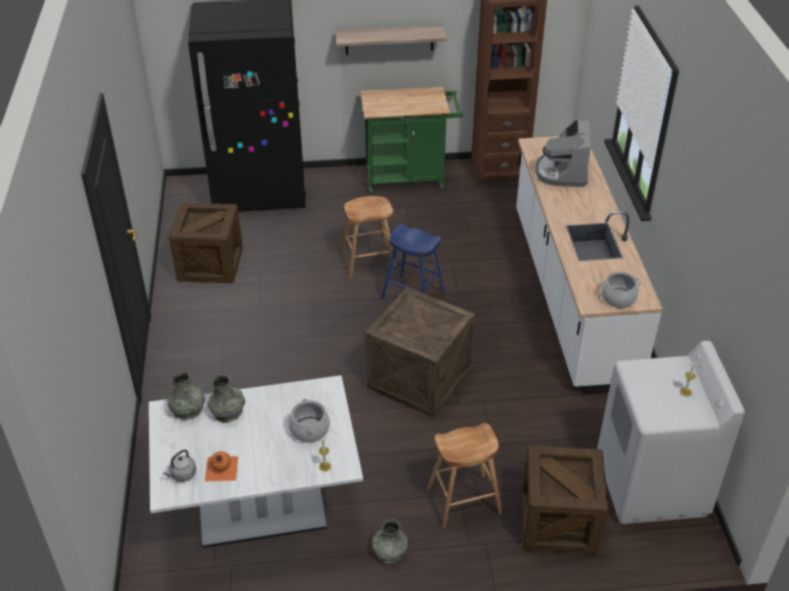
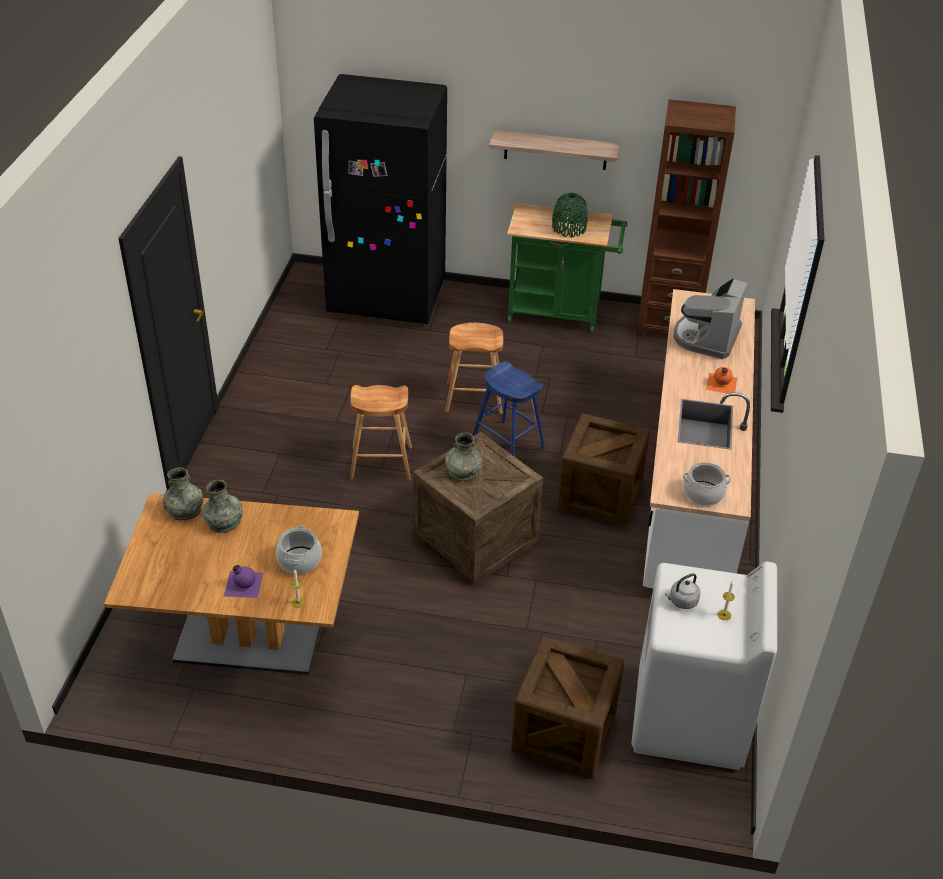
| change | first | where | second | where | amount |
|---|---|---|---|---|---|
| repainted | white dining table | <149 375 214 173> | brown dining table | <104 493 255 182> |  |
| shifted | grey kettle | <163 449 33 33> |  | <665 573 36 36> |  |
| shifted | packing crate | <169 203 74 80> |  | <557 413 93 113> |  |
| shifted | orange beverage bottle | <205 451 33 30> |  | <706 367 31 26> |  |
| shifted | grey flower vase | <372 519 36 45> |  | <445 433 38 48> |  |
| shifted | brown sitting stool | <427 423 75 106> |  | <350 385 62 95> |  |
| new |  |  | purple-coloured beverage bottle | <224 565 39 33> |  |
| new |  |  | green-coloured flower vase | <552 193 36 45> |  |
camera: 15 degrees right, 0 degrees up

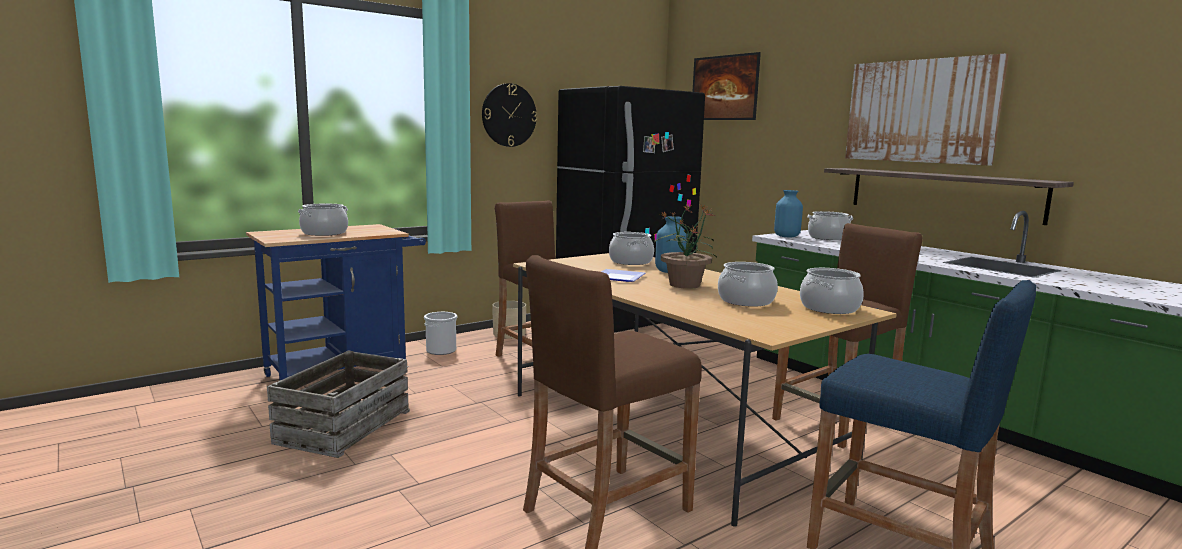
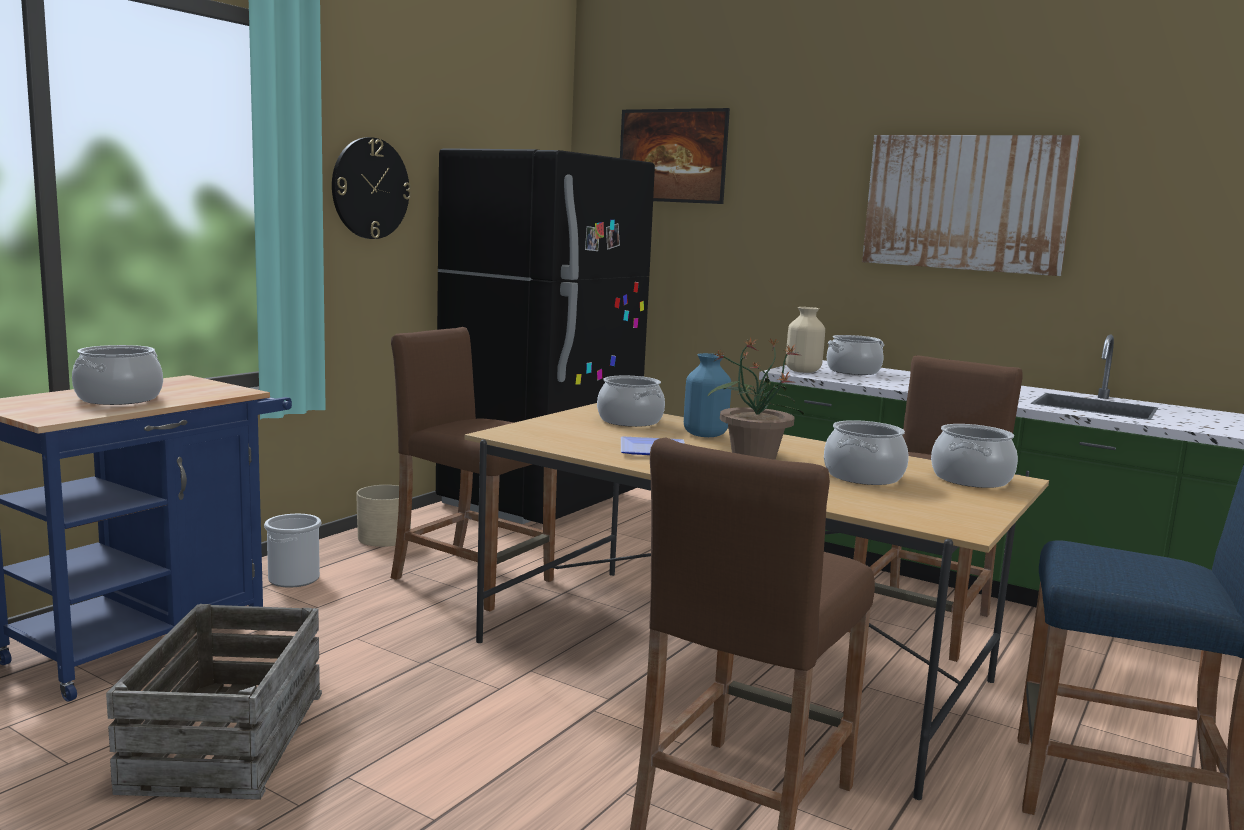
| change | first | where | second | where | amount |
|---|---|---|---|---|---|
| repainted | bluish flower vase | <774 190 29 47> | beige flower vase | <786 307 39 66> |  |
| gone | wall shelf | <824 168 250 57> |  |  |  |
camera: 20 degrees left, 0 degrees up

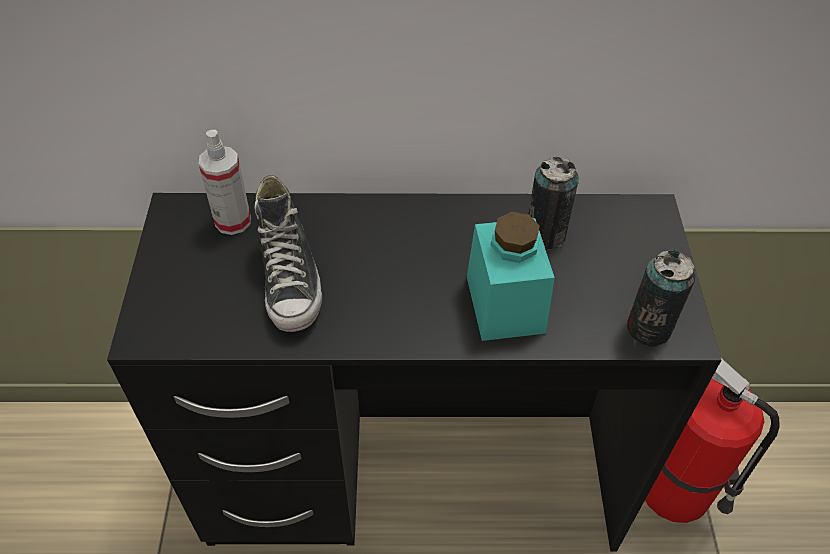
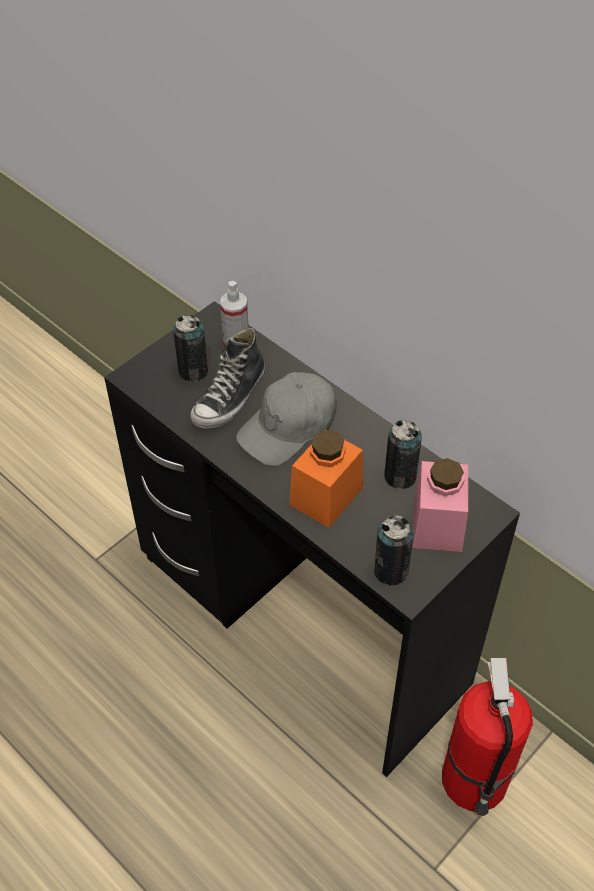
| change | first | where | second | where | amount |
|---|---|---|---|---|---|
| repainted | turquoise-coloured jar | <467 212 88 129> | orange jar | <289 429 74 99> |  |
| new |  |  | sealed can | <173 315 35 67> |  |
| new |  |  | grey baseball cap | <236 372 101 94> |  |
| new |  |  | pinkish jar | <413 458 55 94> |  |
camera: 45 degrees right, 0 degrees up

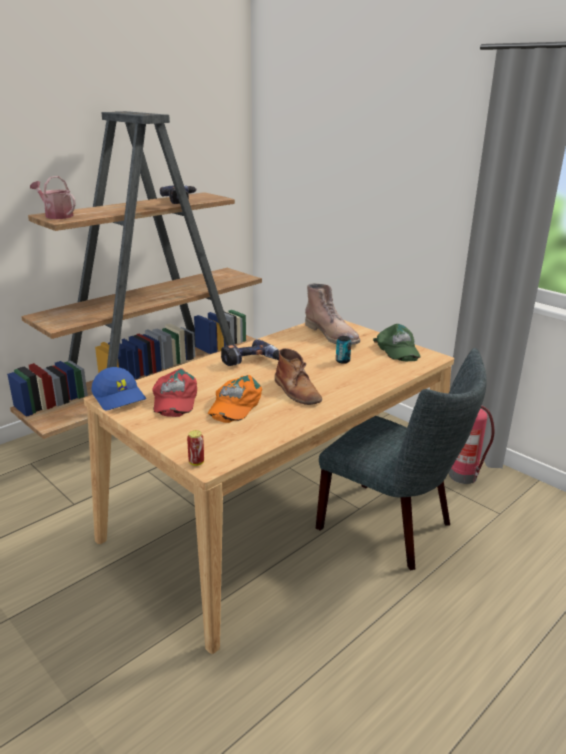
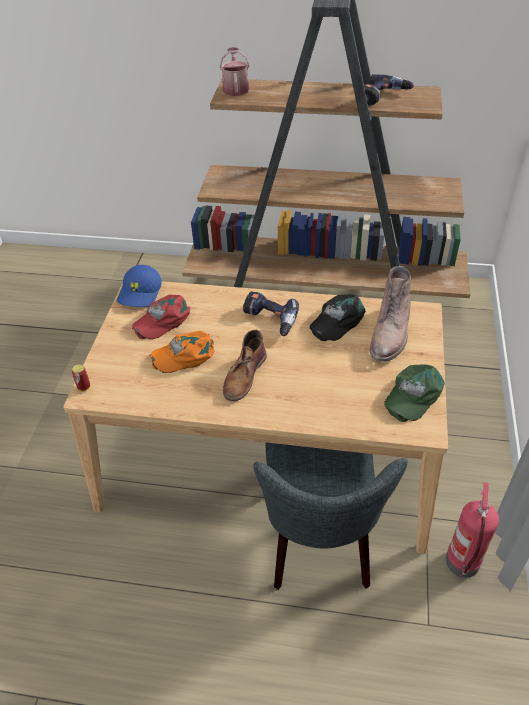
| change | first | where | second | where | amount |
|---|---|---|---|---|---|
| gone | sealed can | <336 336 15 28> |  |  |  |
| new |  |  | black baseball cap | <310 294 56 47> |  |
camera: 55 degrees right, 20 degrees up

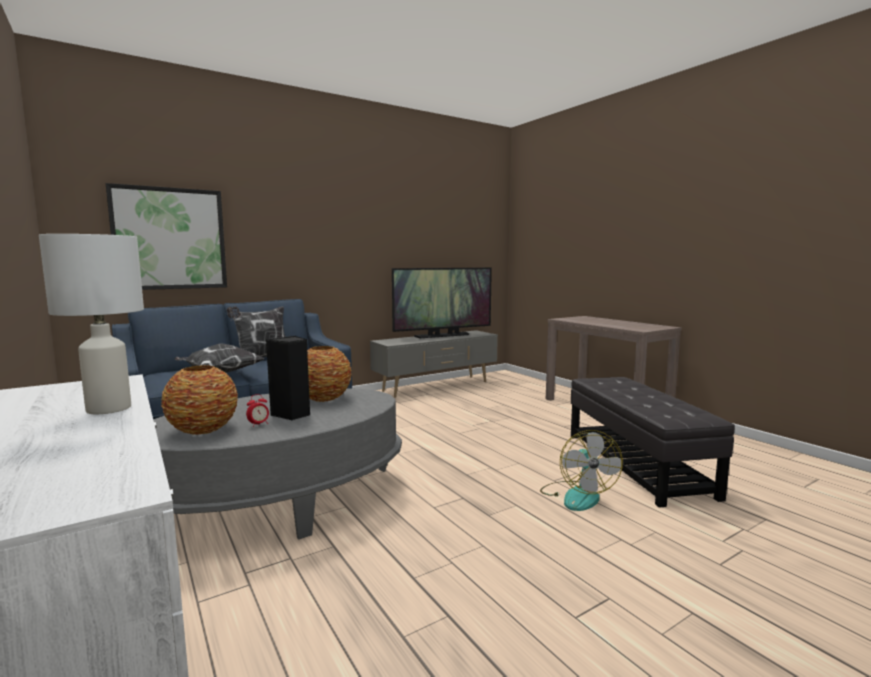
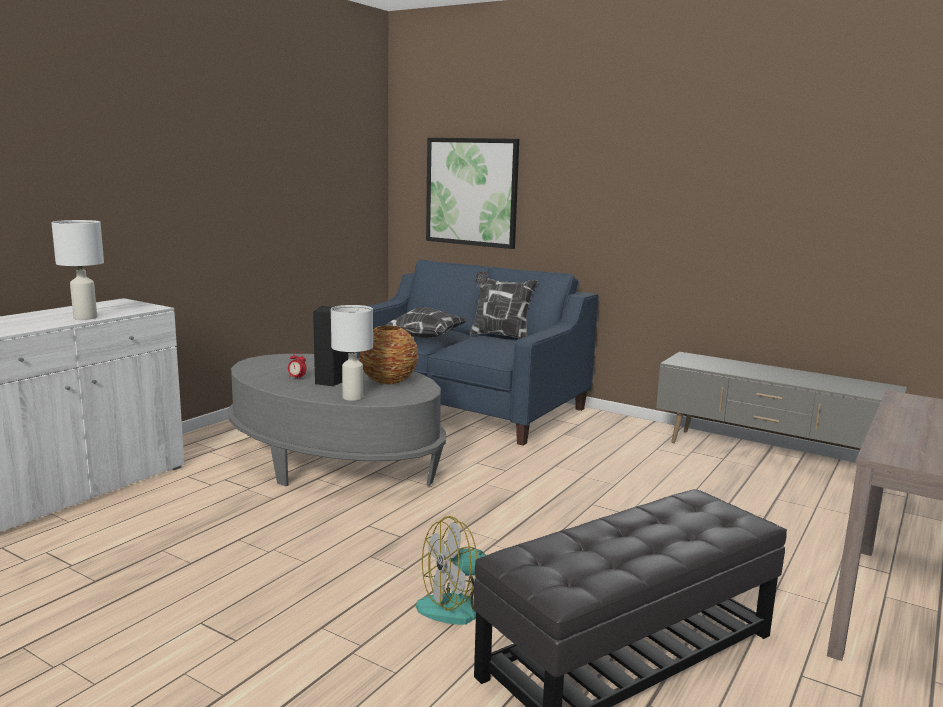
| change | first | where | second | where | amount |
|---|---|---|---|---|---|
| gone | flower vase | <161 365 77 70> |  |  |  |
| gone | television | <392 268 100 70> |  |  |  |
| new |  |  | white table lamp | <331 305 42 96> |  |
camera: 65 degrees right, 5 degrees up

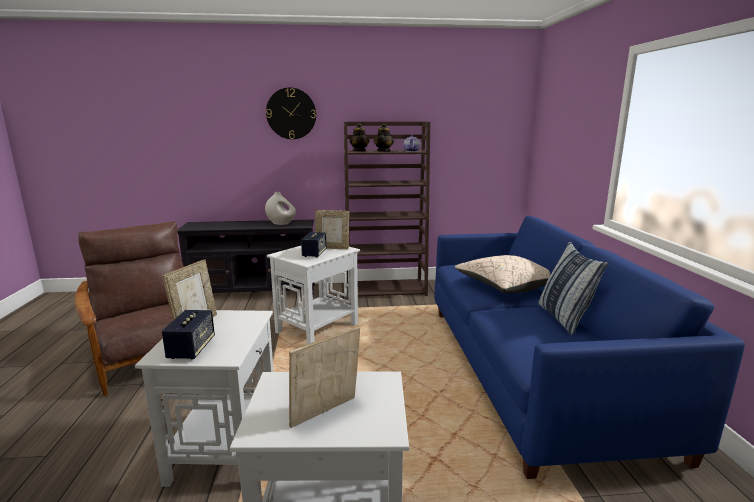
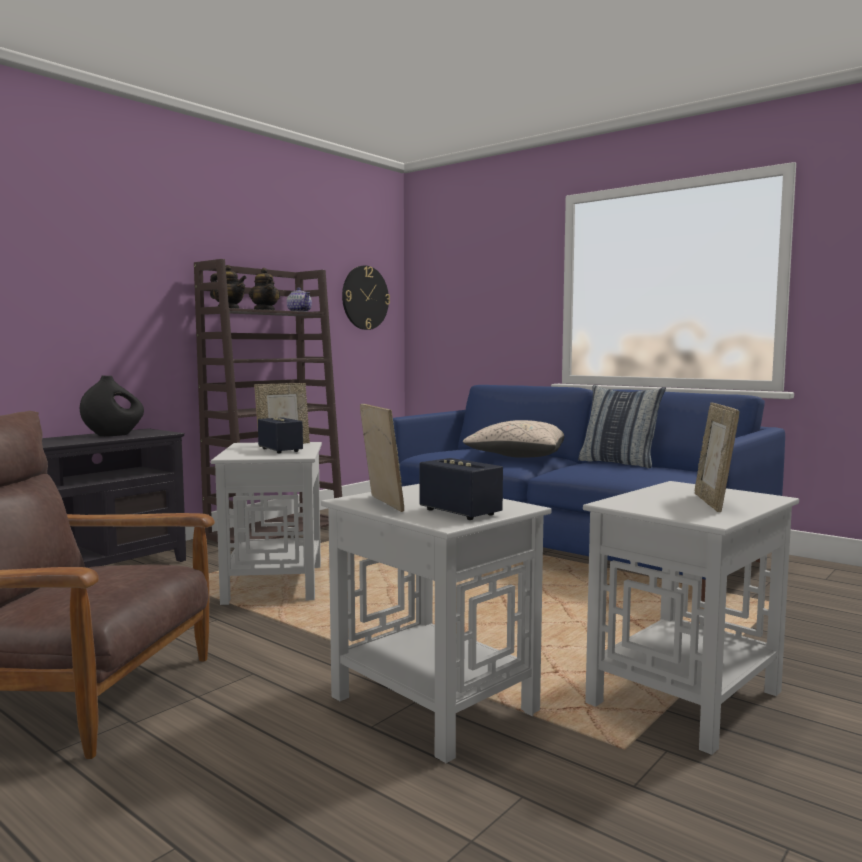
| change | first | where | second | where | amount |
|---|---|---|---|---|---|
| repainted | white flower vase | <265 192 31 33> | black flower vase | <80 376 64 60> |  |
| shifted | wall clock | <266 87 50 52> |  | <342 265 48 65> |  |
camera: 45 degrees left, 10 degrees down

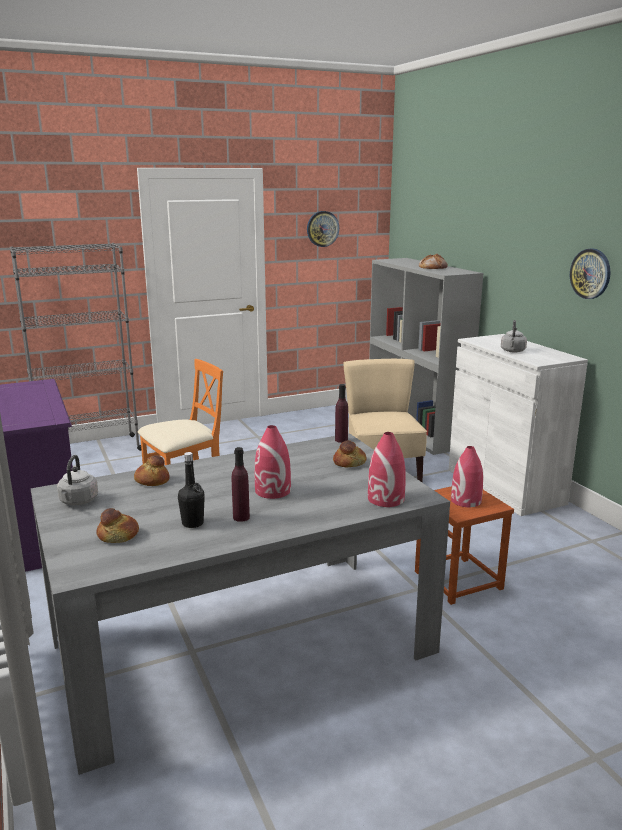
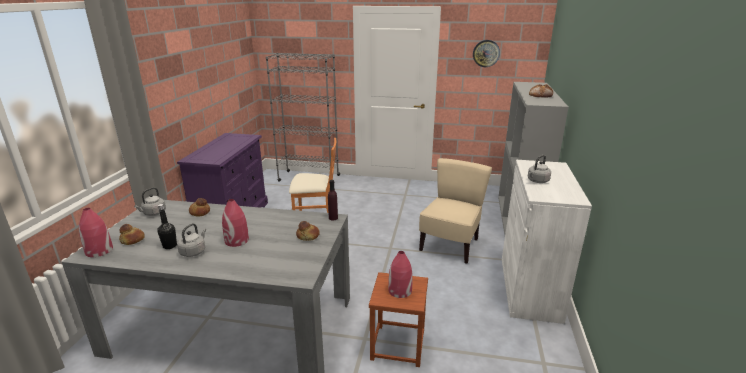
| change | first | where | second | where | amount |
|---|---|---|---|---|---|
| swapped | purple-coloured beverage bottle | <232 447 18 75> | grey kettle | <177 223 29 34> |  |
| shifted | reddish flower vase | <368 432 37 75> |  | <79 208 34 49> |  |
| gone | wall clock | <570 249 41 50> |  |  |  |
camera: 35 degrees right, 5 degrees up

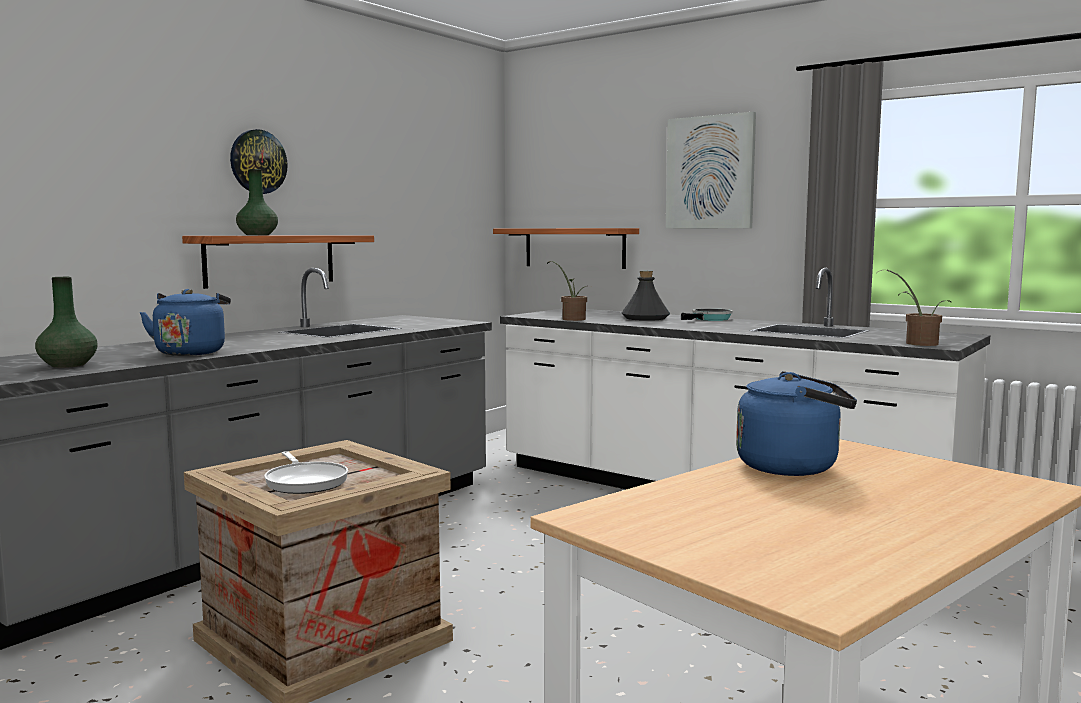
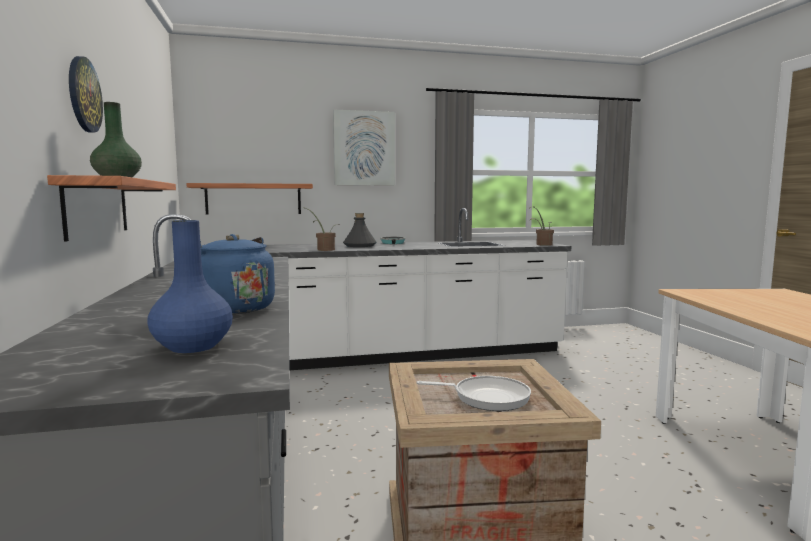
| change | first | where | second | where | amount |
|---|---|---|---|---|---|
| repainted | green-coloured flower vase | <35 277 63 91> | bluish flower vase | <147 220 86 133> |  |
| gone | bluish kettle | <736 371 121 105> |  |  |  |
camera: 50 degrees left, 0 degrees up

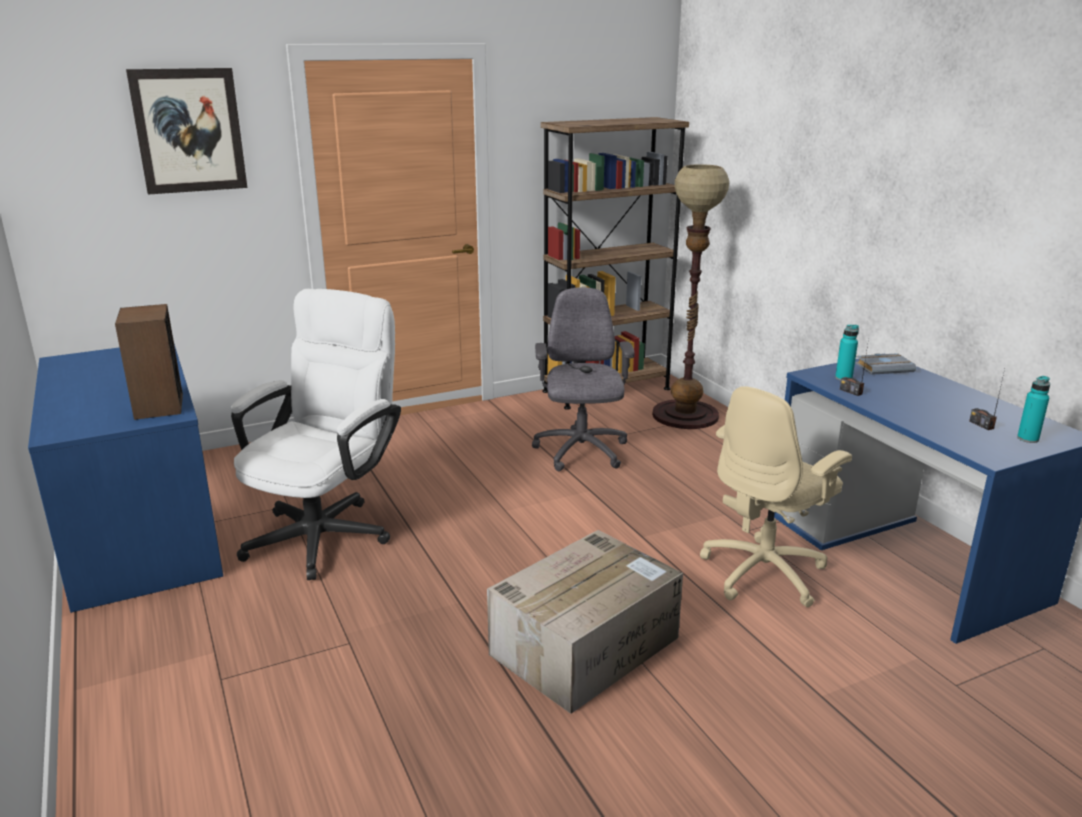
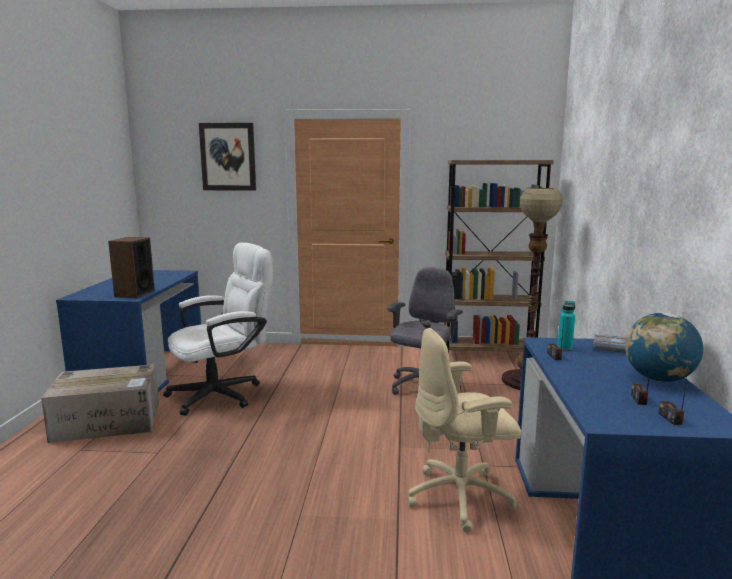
| change | first | where | second | where | amount |
|---|---|---|---|---|---|
| shifted | packing box | <487 530 196 184> |  | <41 364 118 79> |  |
| swapped | turquoise-coloured beverage bottle | <1017 376 33 67> | radio receiver | <658 363 31 62> |  |
| new |  |  | desk globe | <625 312 78 70> |  |
camera: 30 degrees right, 10 degrees down

